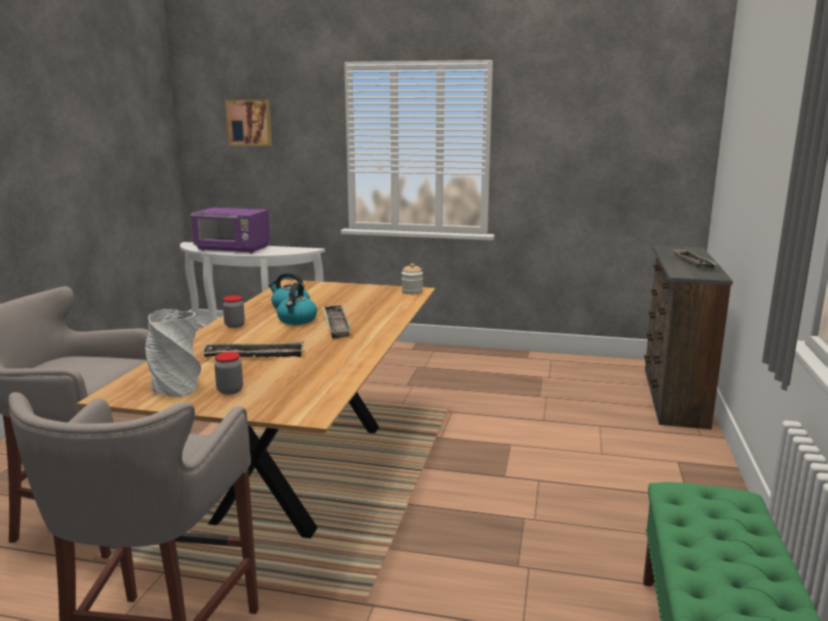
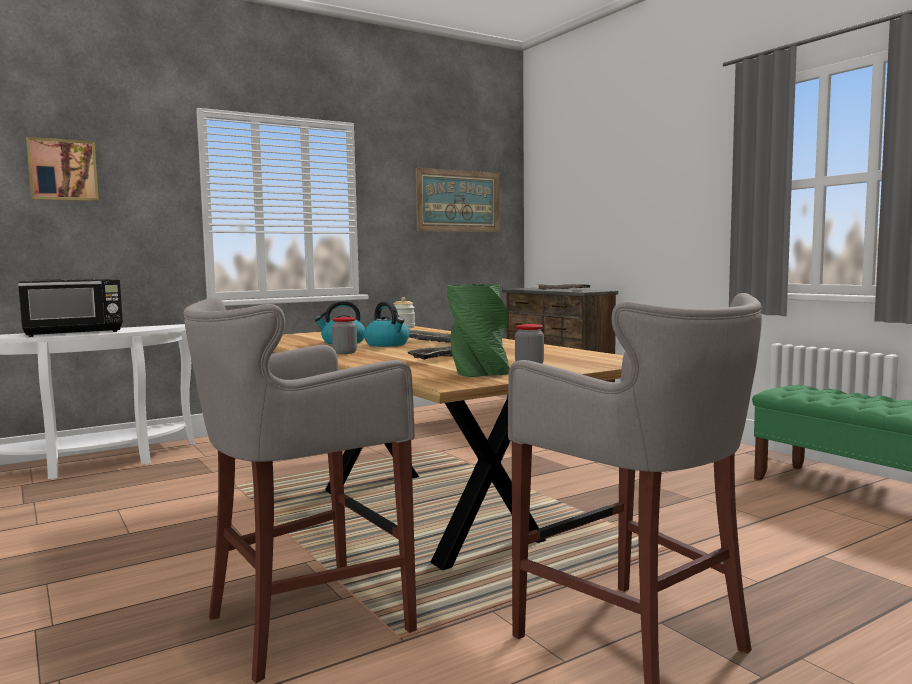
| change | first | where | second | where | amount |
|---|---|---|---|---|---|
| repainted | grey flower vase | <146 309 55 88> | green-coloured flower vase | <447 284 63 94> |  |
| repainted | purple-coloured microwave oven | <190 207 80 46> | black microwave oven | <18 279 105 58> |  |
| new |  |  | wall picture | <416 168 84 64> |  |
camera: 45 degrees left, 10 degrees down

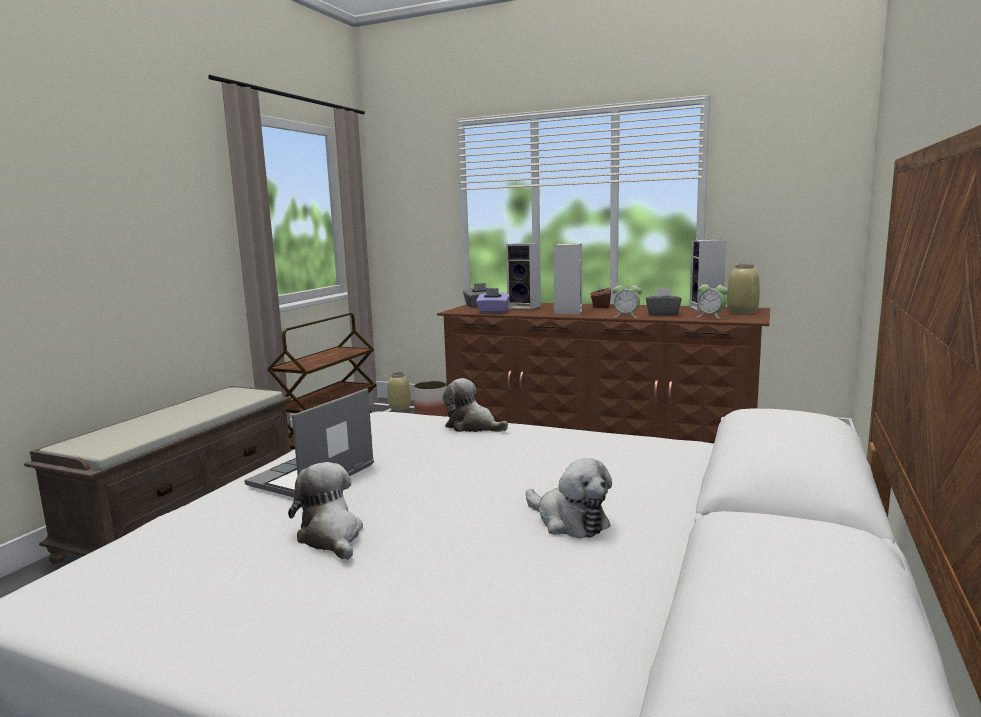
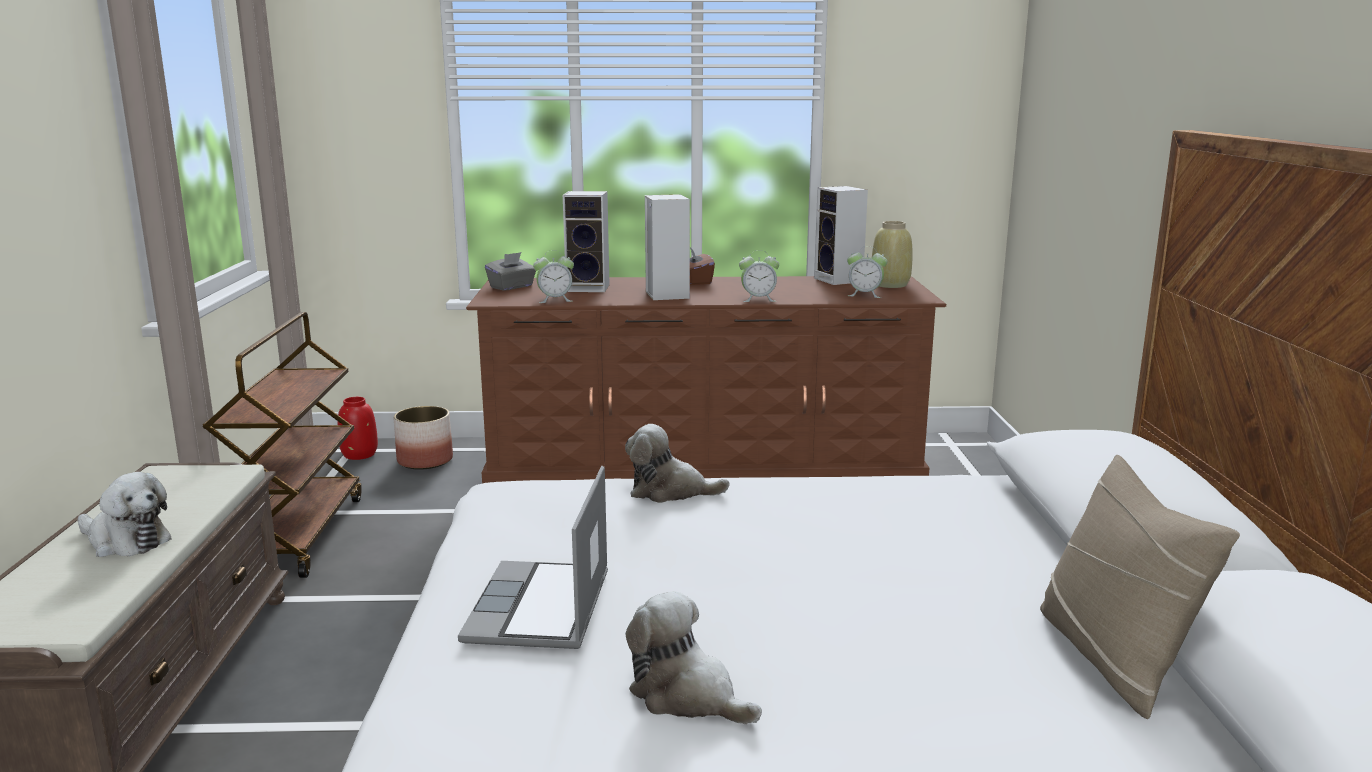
| change | first | where | second | where | amount |
|---|---|---|---|---|---|
| repainted | beige flower vase | <387 372 24 39> | reddish flower vase | <338 397 40 63> |  |
| swapped | purple-coloured tissue holder | <476 288 34 25> | bedside clock | <533 250 41 53> |  |
| shifted | cuddly toy | <526 458 86 80> |  | <78 472 94 85> |  |
| gone | grey tissue holder | <646 288 36 28> |  |  |  |
| new |  |  | beige throw pillow | <1040 455 200 264> |  |
camera: 25 degrees left, 5 degrees up

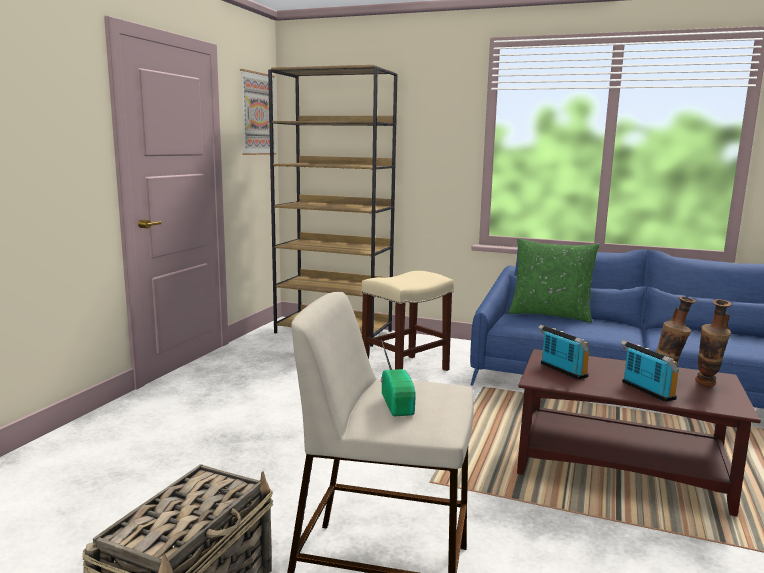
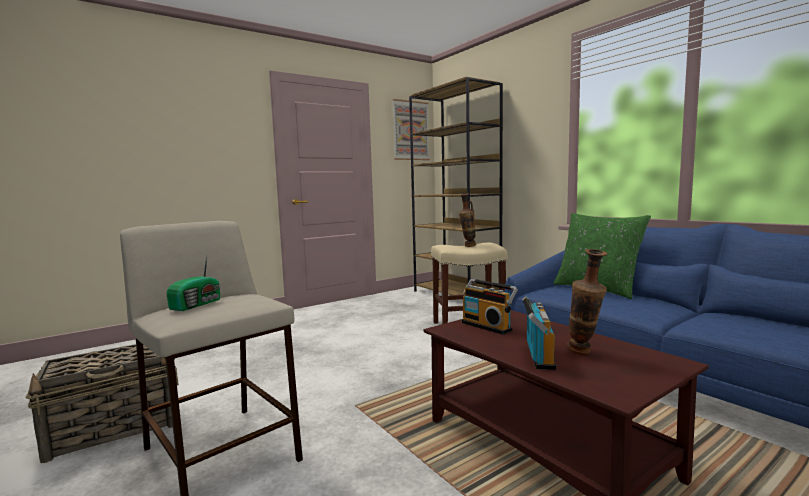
| change | first | where | second | where | amount |
|---|---|---|---|---|---|
| rotated | radio receiver | <538 325 51 55> |  | <462 279 56 56> | 135 degrees clockwise |
| shifted | flower vase | <695 299 37 88> |  | <459 193 17 54> |  |
camera: 35 degrees right, 5 degrees down

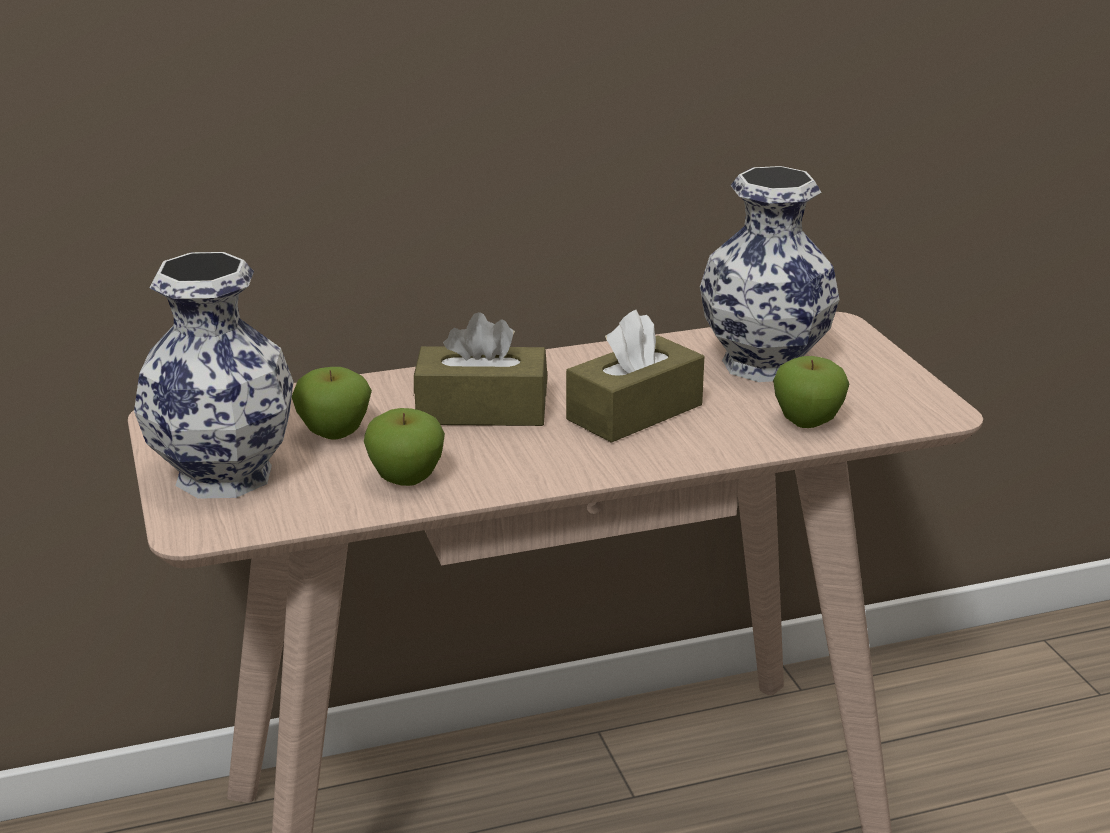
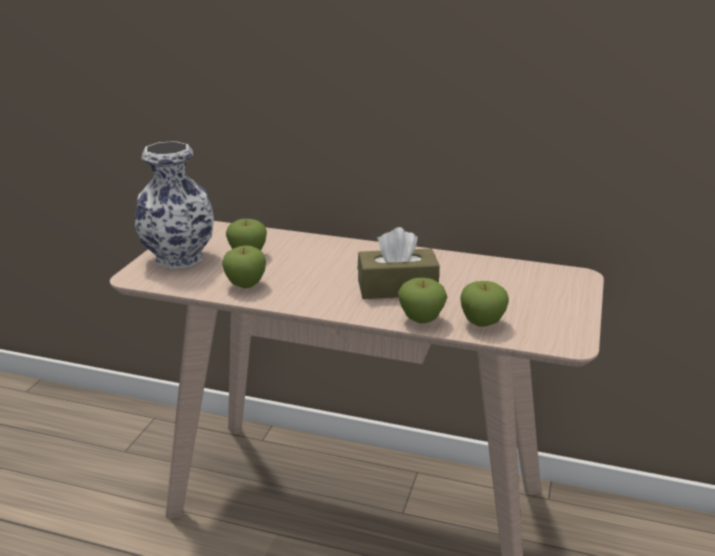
| change | first | where | second | where | amount |
|---|---|---|---|---|---|
| gone | brown tissue holder | <414 312 133 114> |  |  |  |
| gone | flower vase | <700 166 140 216> |  |  |  |
| new |  |  | whole apple | <398 278 49 45> |  |
camera: 35 degrees right, 0 degrees up

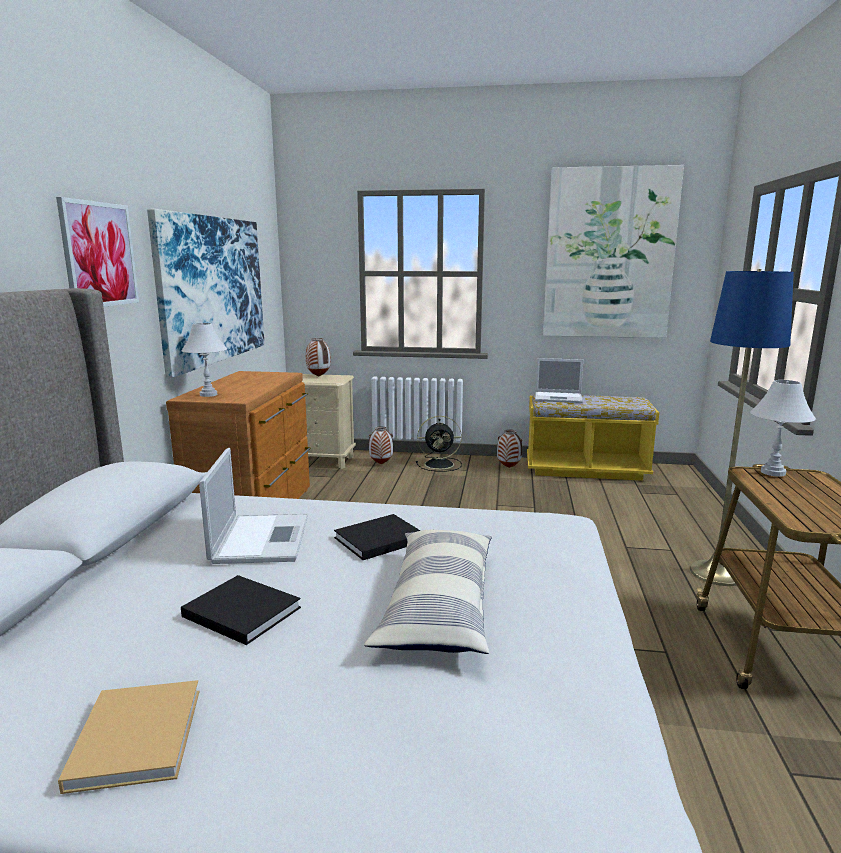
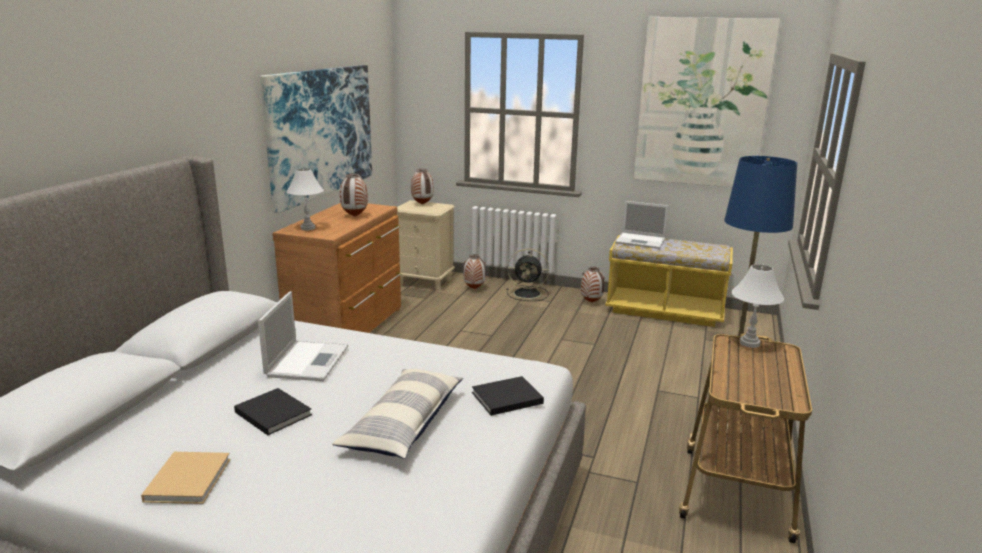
| change | first | where | second | where | amount |
|---|---|---|---|---|---|
| gone | wall picture | <56 197 83 110> |  |  |  |
| shifted | black volume | <334 514 87 46> |  | <472 376 72 40> |  |
| new |  |  | flower vase | <340 174 28 42> |  |
camera: 10 degrees right, 5 degrees up

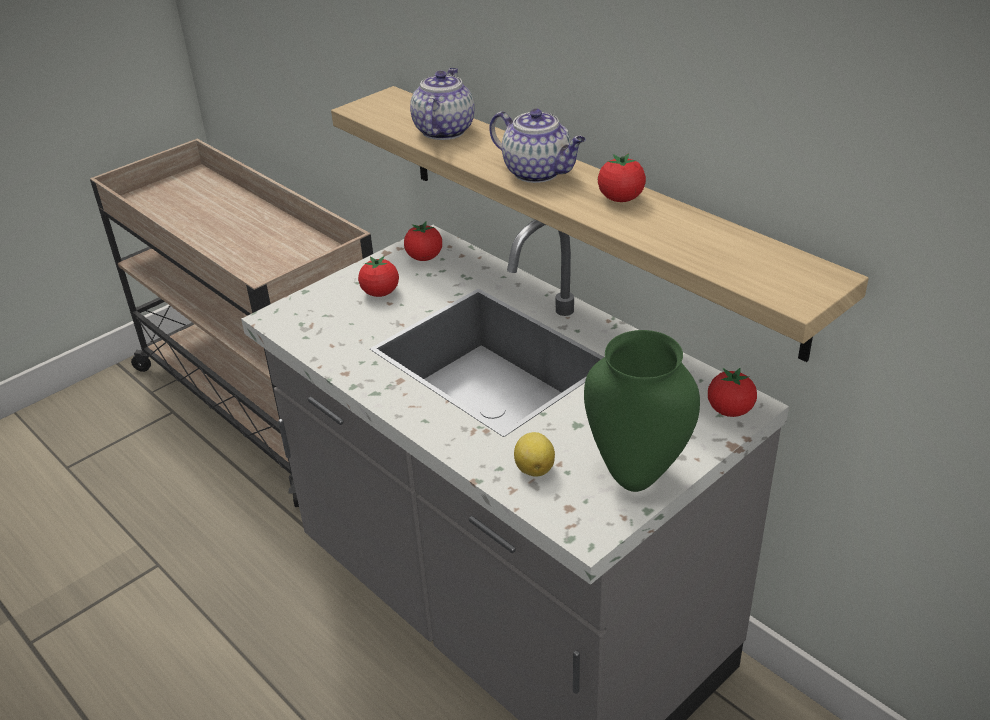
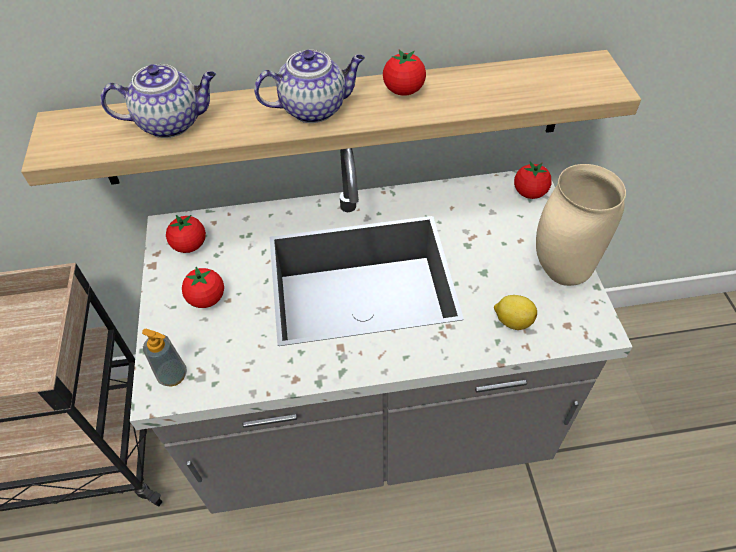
| change | first | where | second | where | amount |
|---|---|---|---|---|---|
| rotated | pot for tea | <410 68 65 72> |  | <100 64 116 74> | 120 degrees clockwise |
| repainted | green-coloured flower vase | <584 330 116 162> | beige flower vase | <536 164 90 122> |  |
| new |  |  | soap dispenser | <142 329 45 57> |  |
camera: 55 degrees left, 15 degrees up

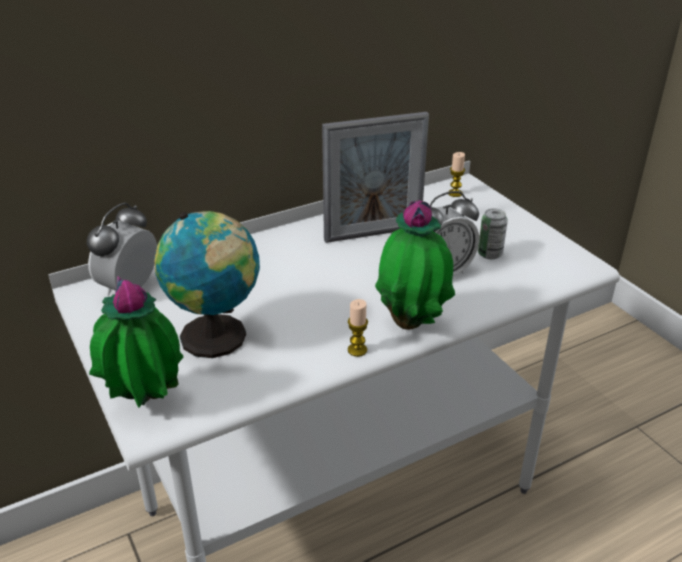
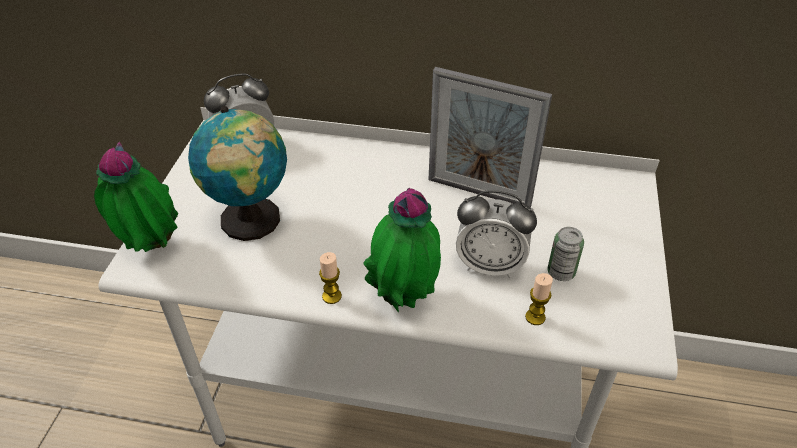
| change | first | where | second | where | amount |
|---|---|---|---|---|---|
| shifted | candle | <448 152 17 45> |  | <525 273 28 52> |  |
camera: 40 degrees right, 10 degrees up

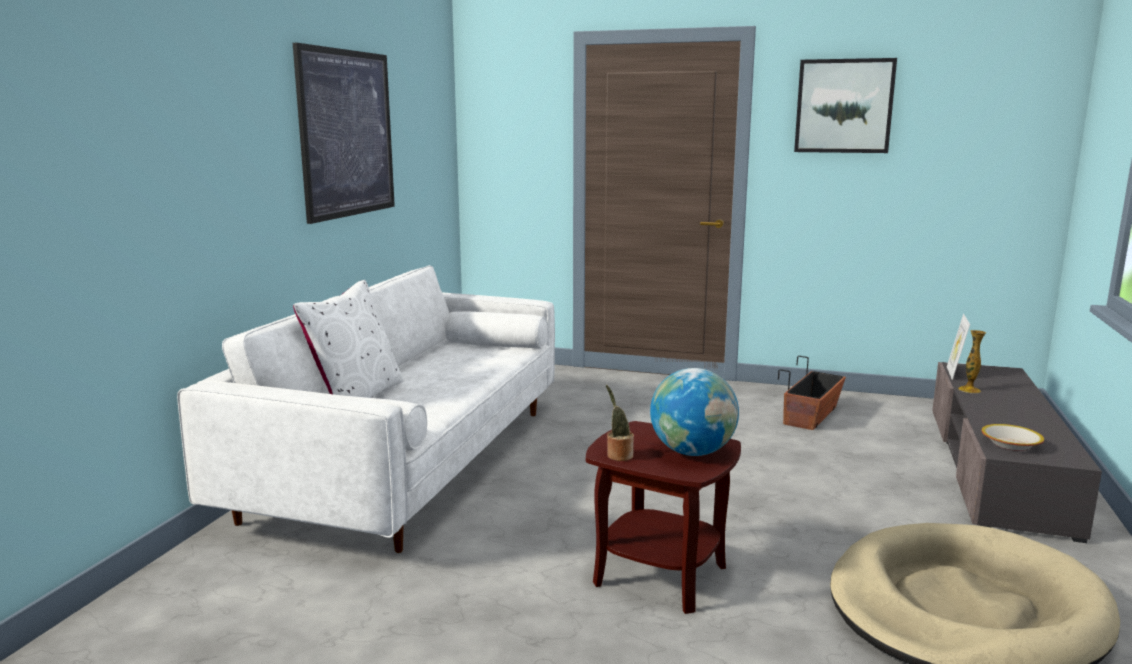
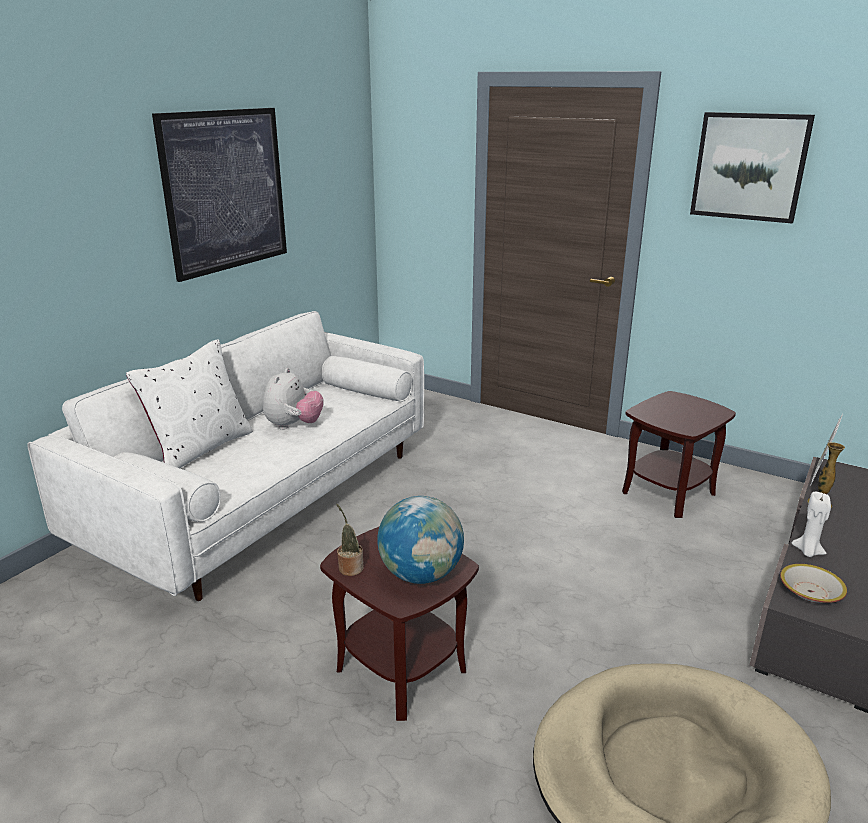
| change | first | where | second | where | amount |
|---|---|---|---|---|---|
| swapped | plant pot | <778 356 68 74> | brown accent table | <622 391 114 127> |  |
| new |  |  | cuddly toy | <263 368 61 62> |  |
| new |  |  | white candle | <792 492 39 65> |  |
camera: 15 degrees right, 10 degrees up

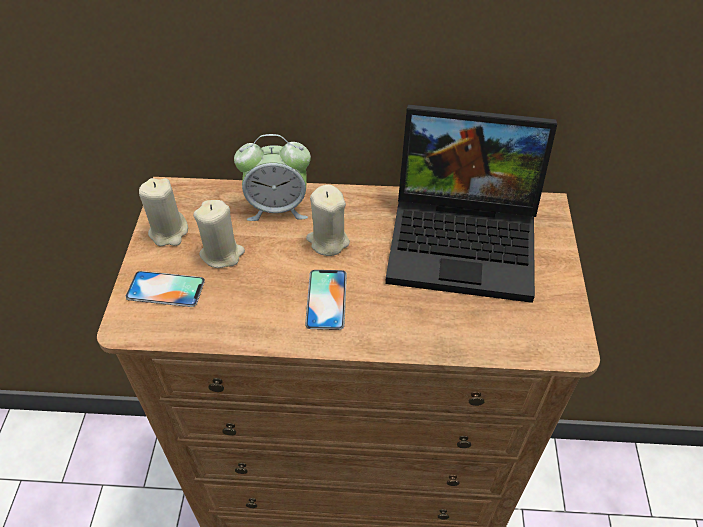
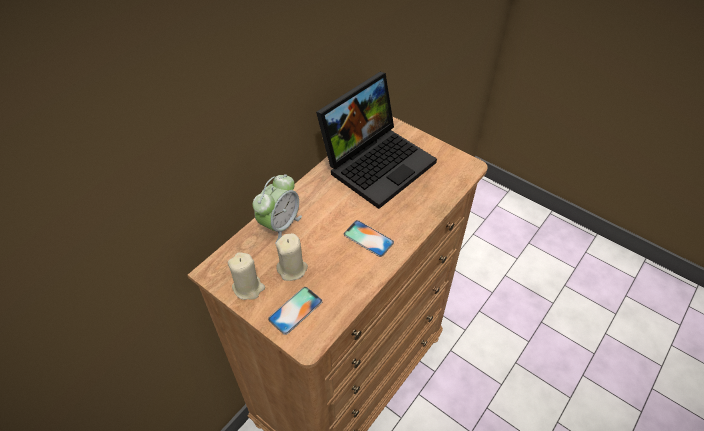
| change | first | where | second | where | amount |
|---|---|---|---|---|---|
| gone | beige candle | <306 185 44 71> |  |  |  |
camera: 55 degrees left, 0 degrees up

